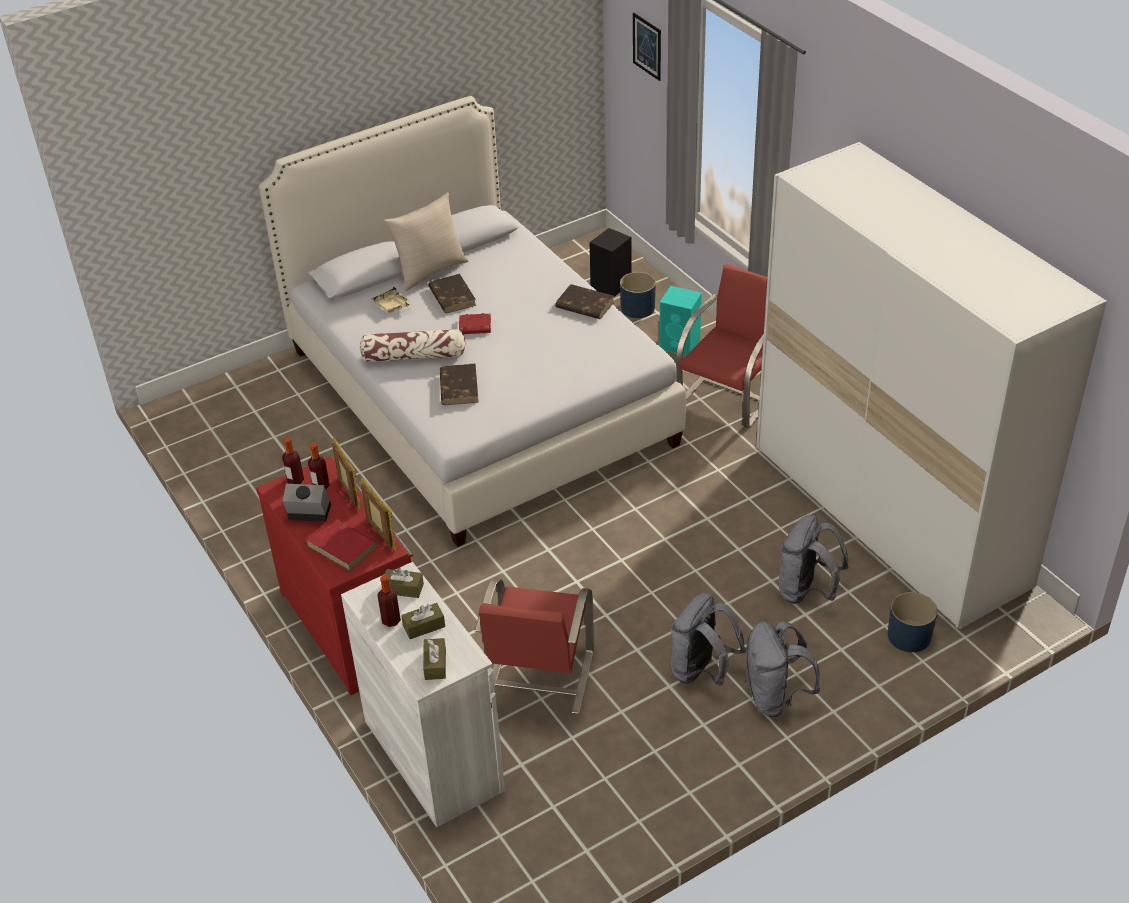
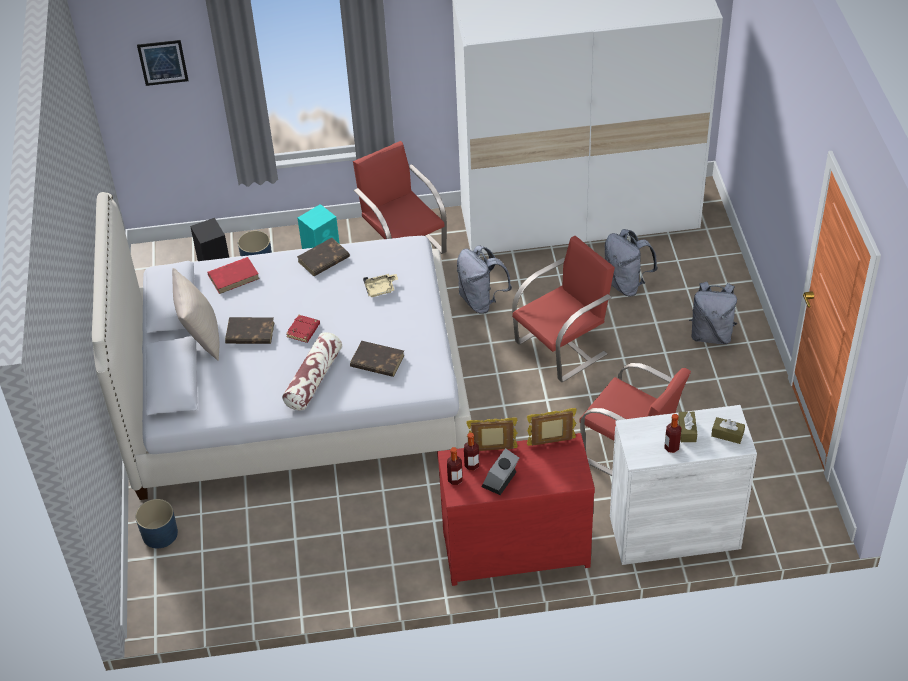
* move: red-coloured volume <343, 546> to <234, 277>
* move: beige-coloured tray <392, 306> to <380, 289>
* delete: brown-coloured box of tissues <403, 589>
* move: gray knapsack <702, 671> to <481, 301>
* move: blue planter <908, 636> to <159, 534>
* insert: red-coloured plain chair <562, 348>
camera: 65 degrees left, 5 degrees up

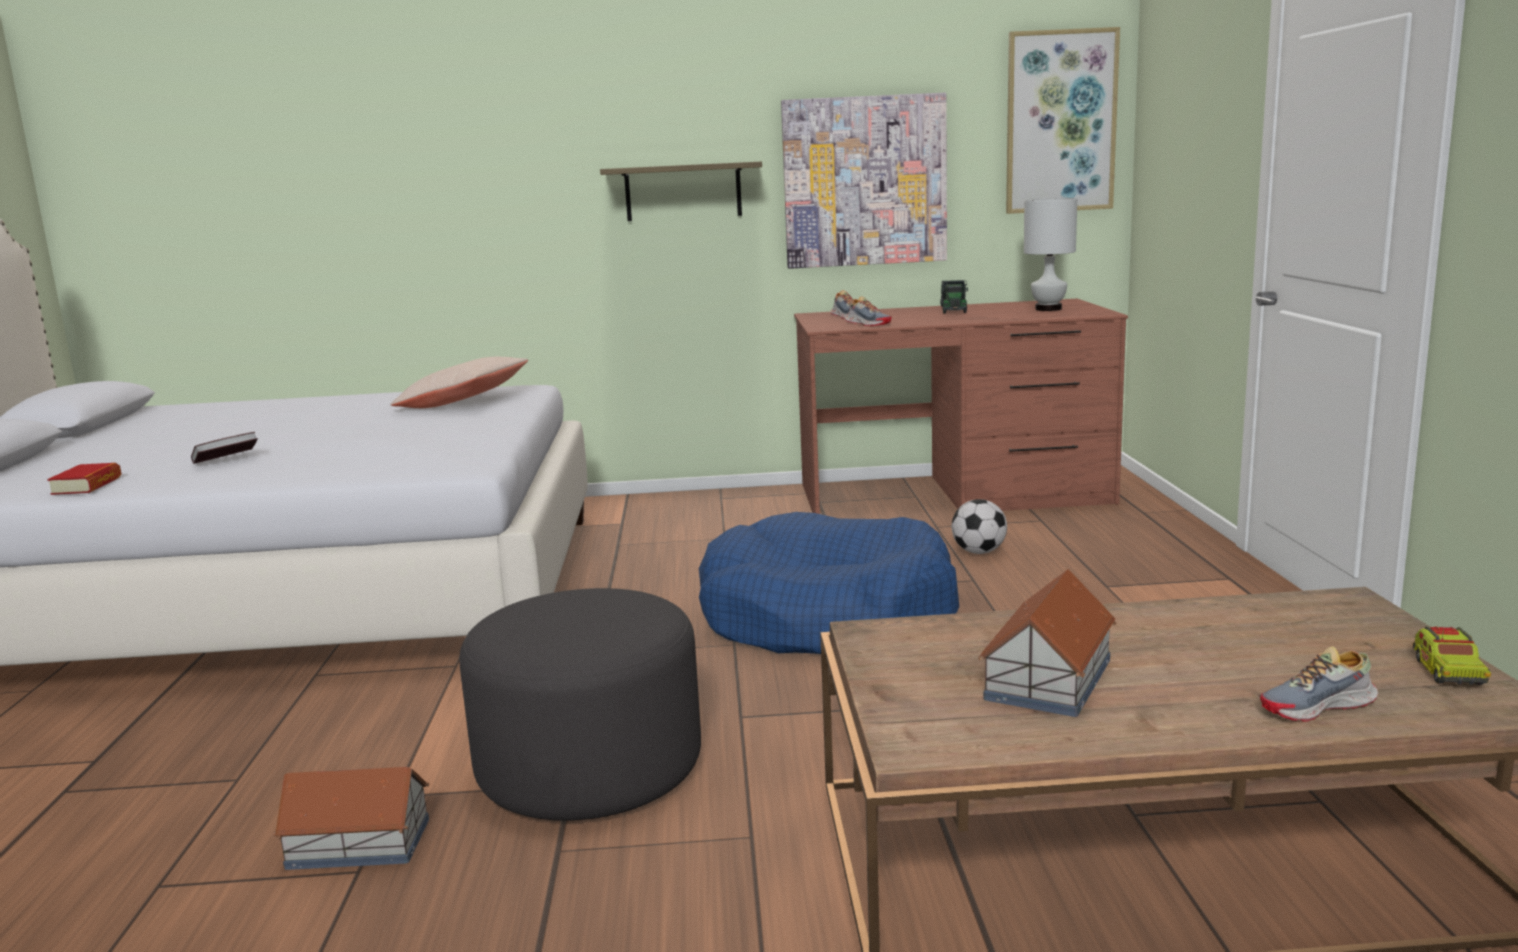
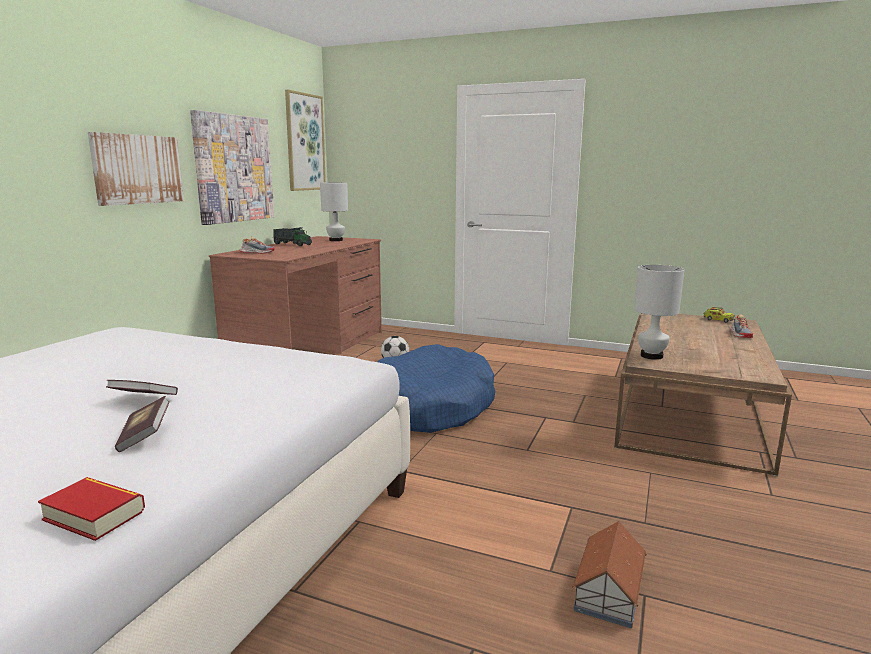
* delete: beige-coloured throw pillow <463, 403>
* delete: gray footrest <589, 769>
* replace: bracket shelf <683, 192> to wall art <137, 169>
* delete: low shoe <867, 324>
* delete: model house <1050, 678>
* insert: volume <144, 399>
* insert: white table lamp <651, 356>
camera: 65 degrees left, 0 degrees up

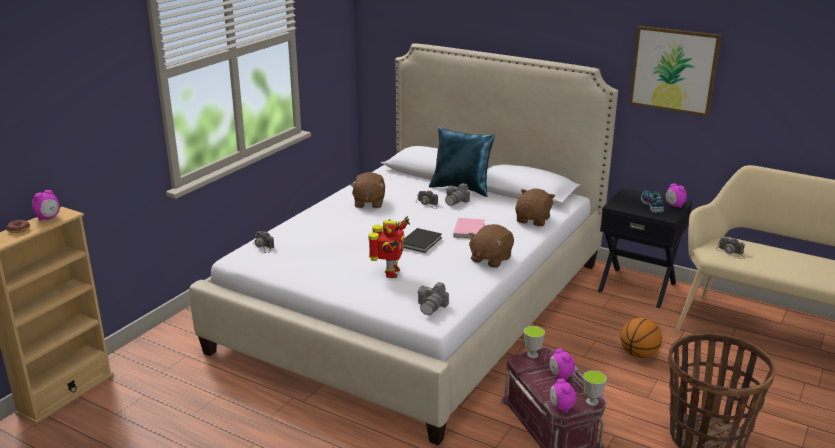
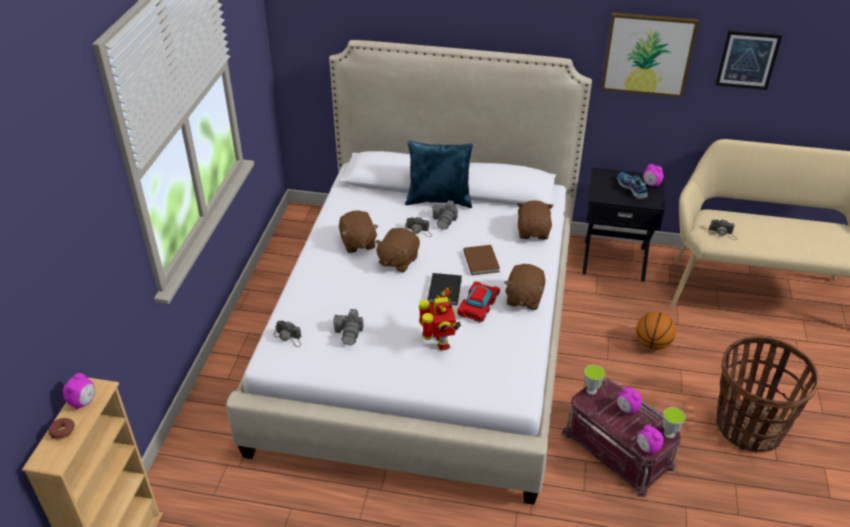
* move: still camera <432, 306> to <349, 333>
* recolor: pinkish volume <470, 230> to brown-coloured volume <481, 260>
* insert: brown-coloured plush toy <398, 261>
* insert: toy car <478, 305>
* insert: wall art <747, 60>
camera: 20 degrees left, 15 degrees up

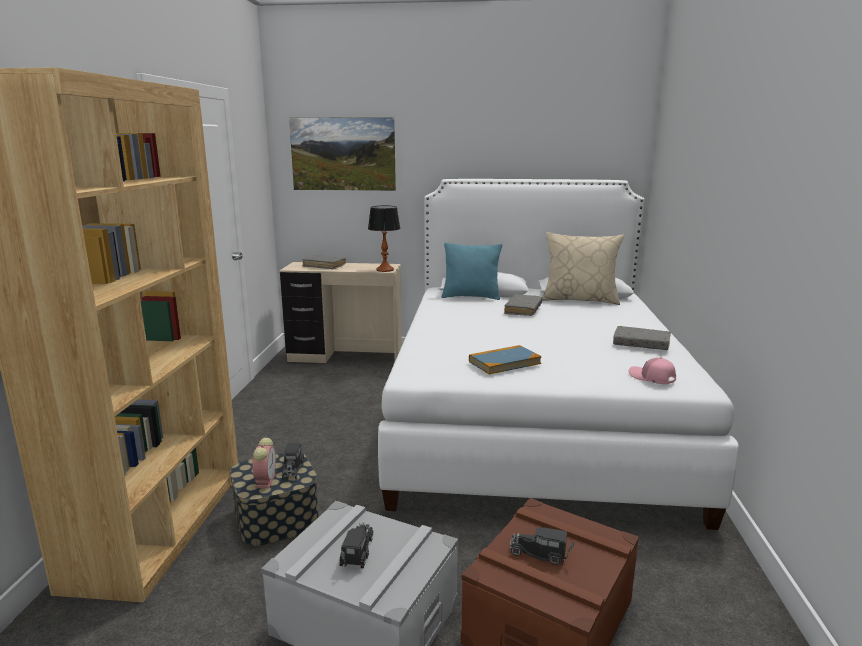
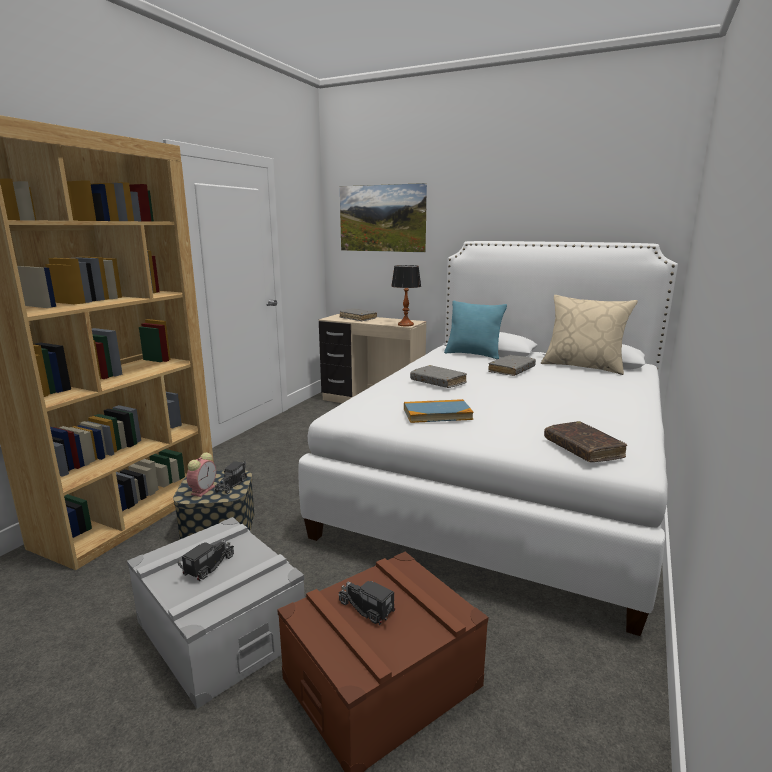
* move: gray volume <641, 344> to <438, 382>
* replace: pinkish peaked cap <651, 378> to brown-coloured volume <582, 449>
camera: 20 degrees right, 0 degrees up

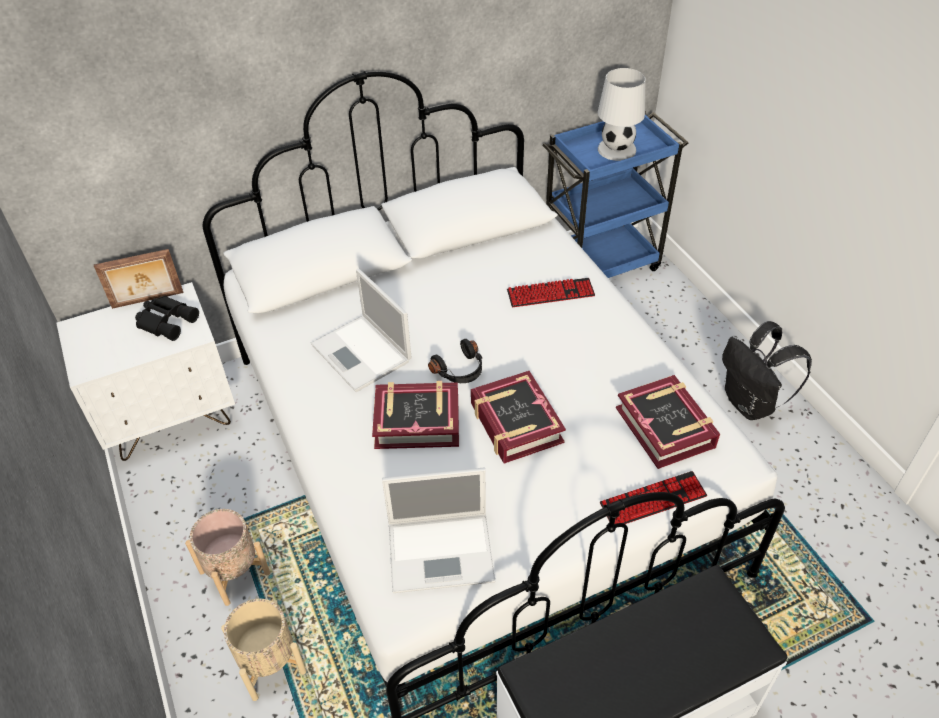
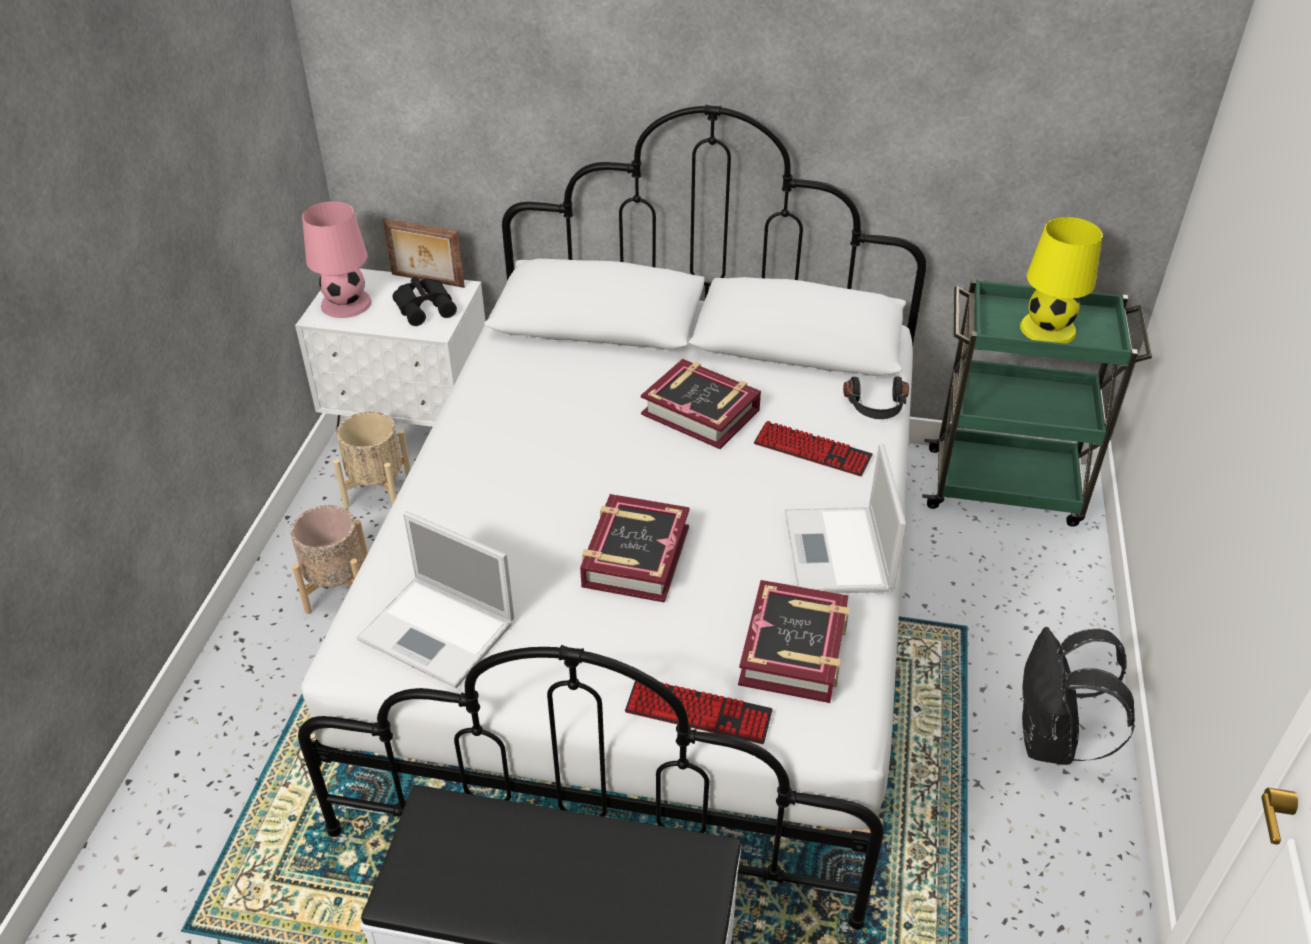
* move: beige-coloured planter <269, 663> to <378, 490>
* move: portable computer <362, 354> to <838, 553>
* move: volume <417, 421> to <701, 412>
* move: blackish pair of headphones <460, 371> to <876, 408>
* recolor: blue wheeled cart <601, 264> to green wheeled cart <1006, 487>
* recolor: white table lamp <616, 149> to yellow-coloured table lamp <1047, 328>
* insert: pinkish table lamp <345, 303>
camera: 35 degrees right, 5 degrees down

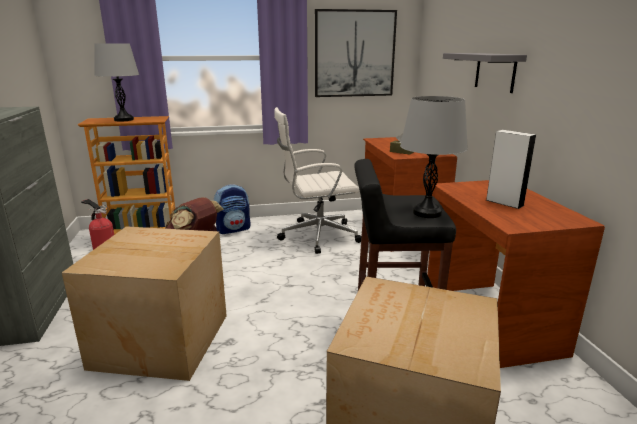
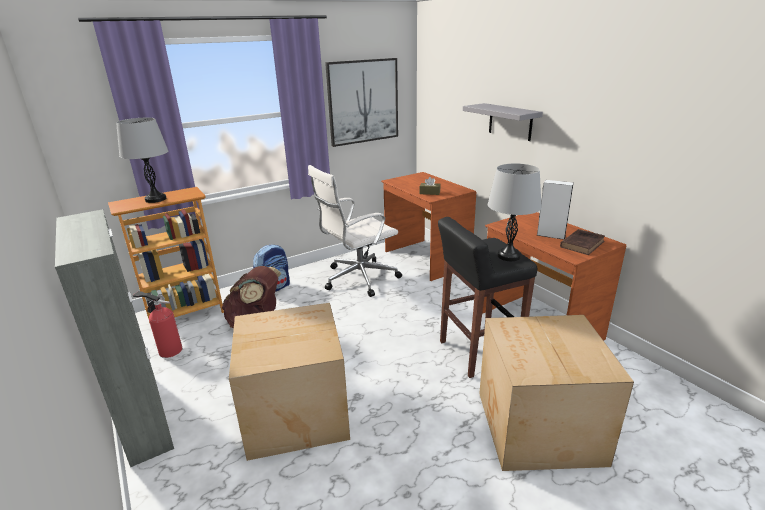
* insert: brown-coloured volume <582, 244>
camera: 20 degrees left, 5 degrees up

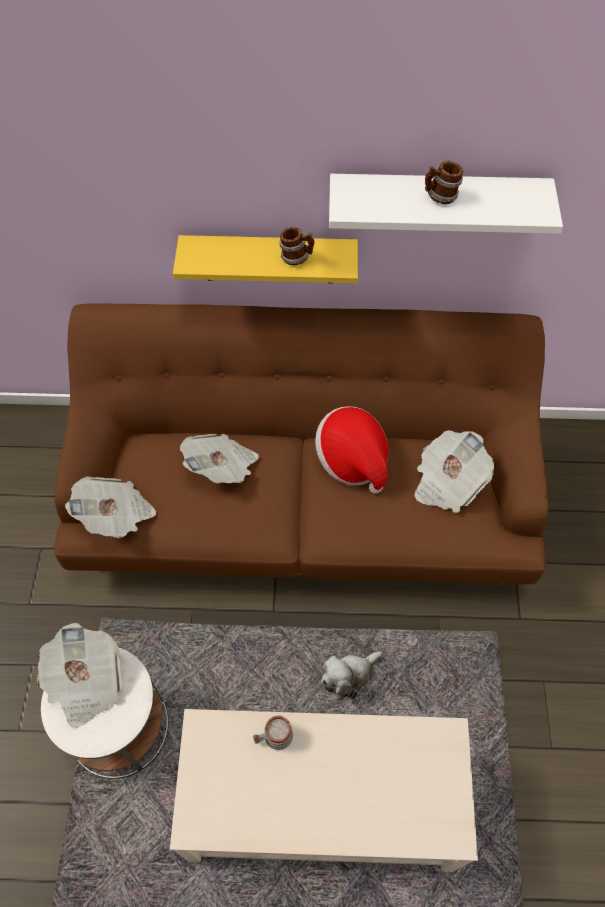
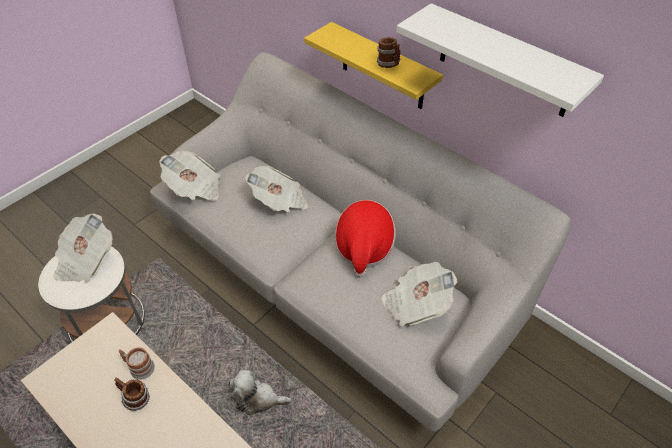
* recolor: brown-coloured sofa <302, 502> to gray sofa <336, 275>
* move: tea mug <440, 197> to <135, 399>
camera: 40 degrees right, 10 degrees down

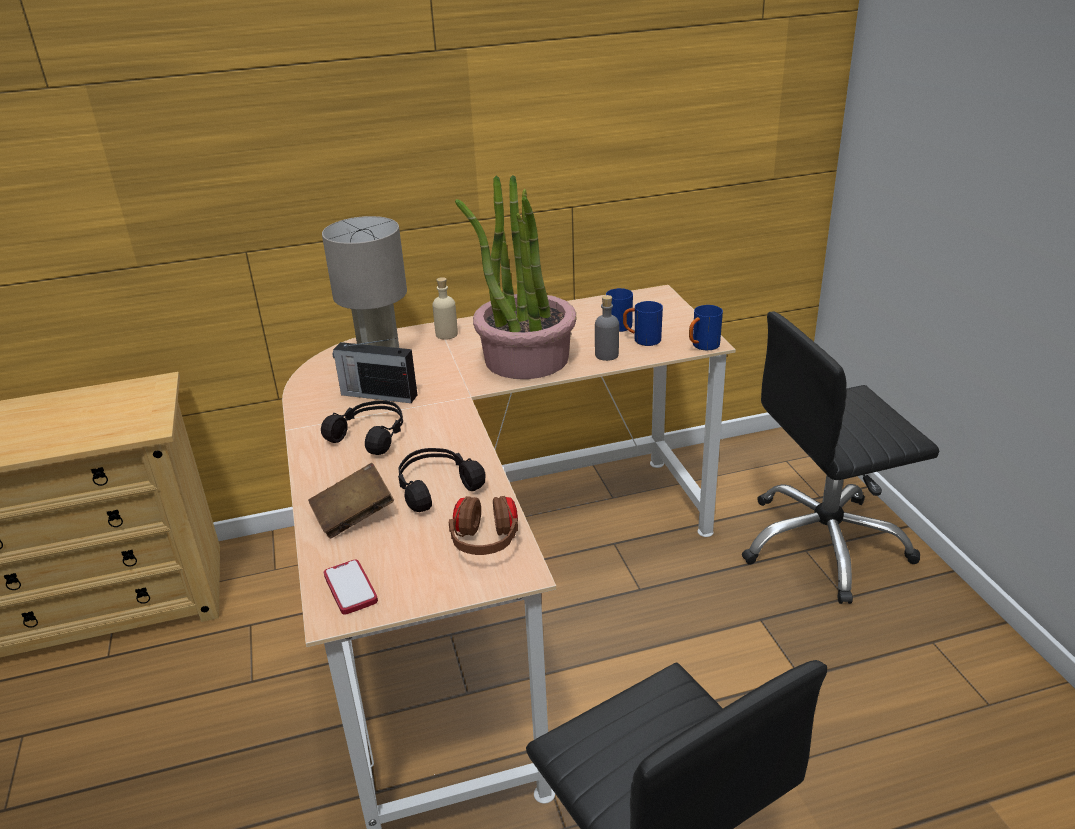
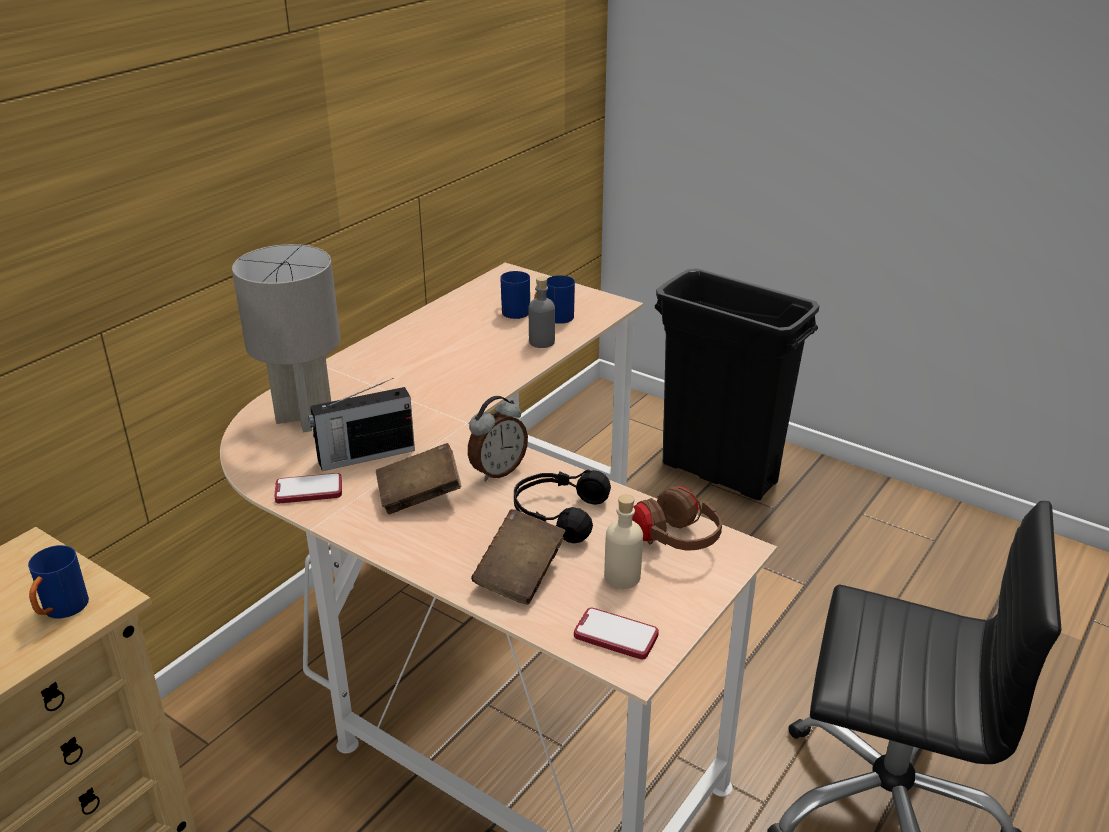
* replace: blackish pair of headphones <371, 435> to brown-coloured volume <419, 496>
* move: beige-coloured drink bottle <446, 334> to <622, 577>
* delete: plant in a pot <525, 359>
* move: blue tea mug <702, 346> to <61, 611>
* replace: blackish office chair <824, 544> to blackish trash can <718, 473>
* insert: handset <309, 490>
* insert: bedside clock <497, 471>
camera: 40 degrees left, 0 degrees up

